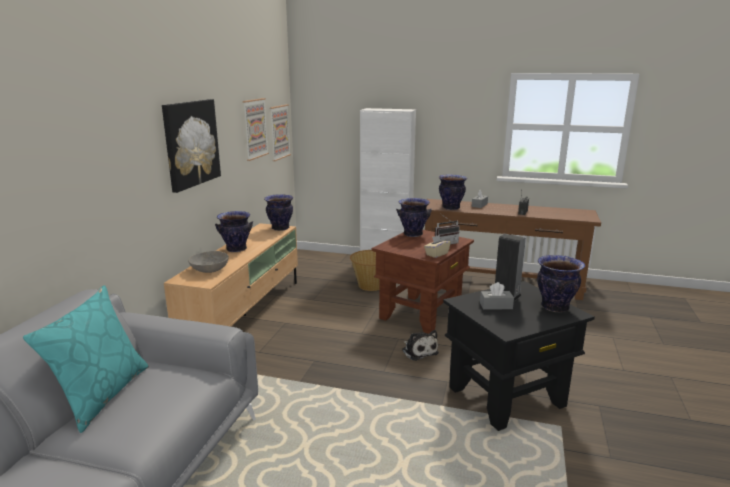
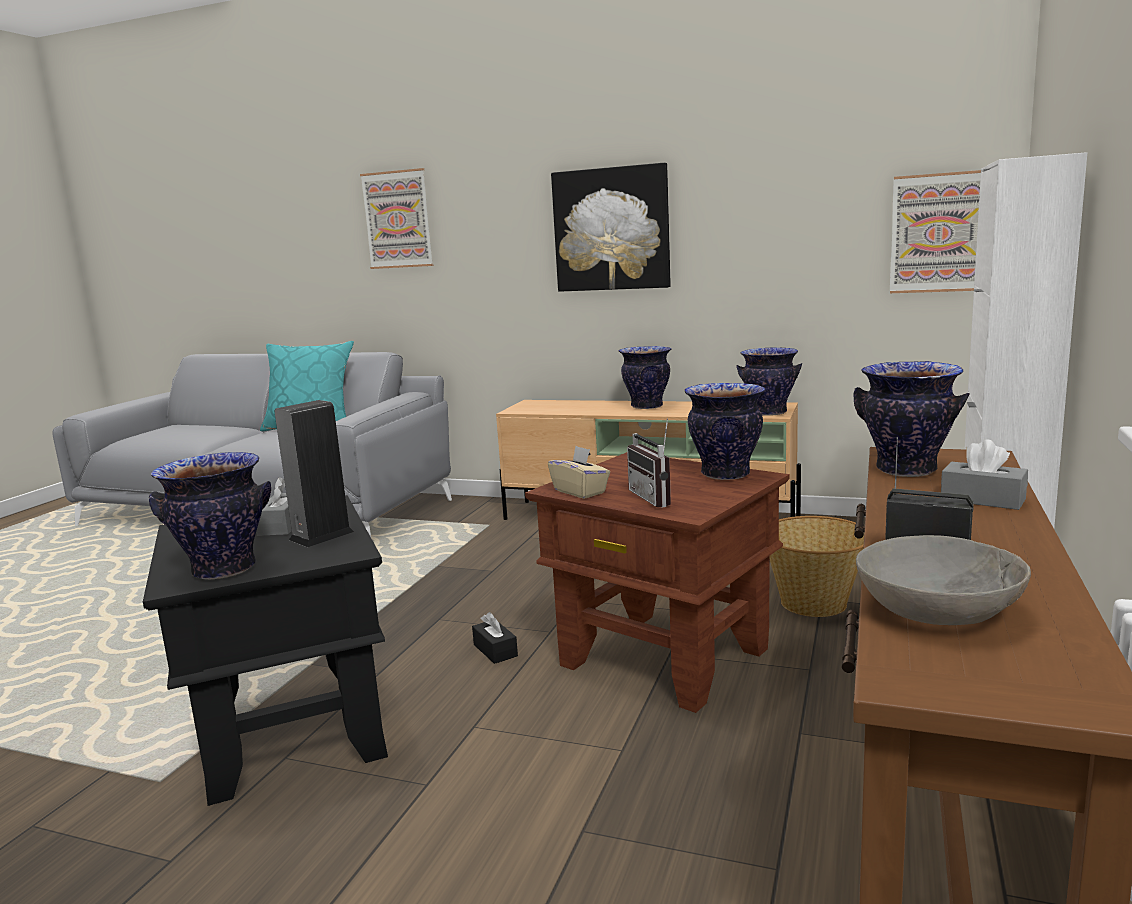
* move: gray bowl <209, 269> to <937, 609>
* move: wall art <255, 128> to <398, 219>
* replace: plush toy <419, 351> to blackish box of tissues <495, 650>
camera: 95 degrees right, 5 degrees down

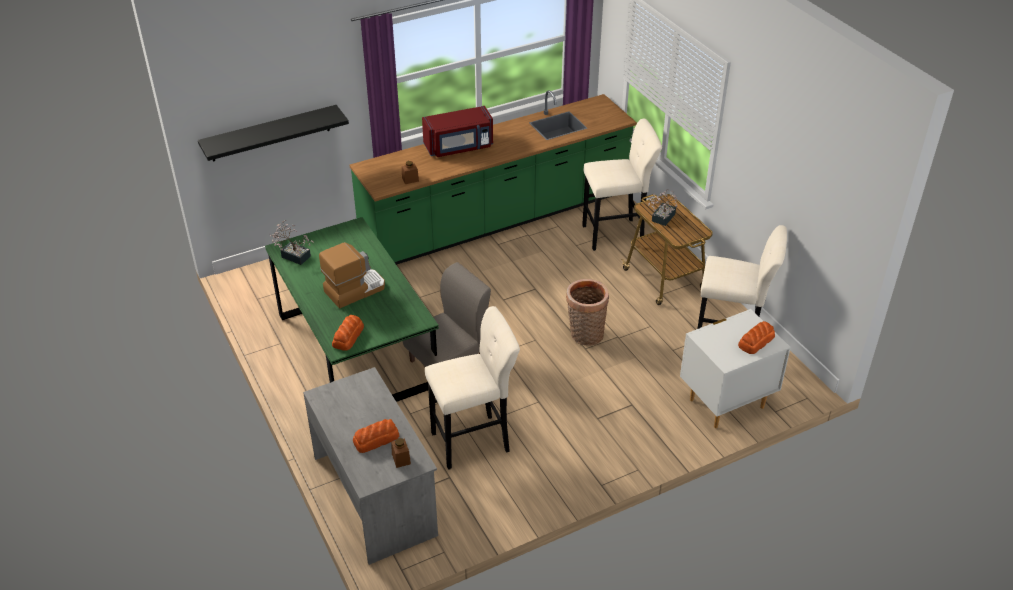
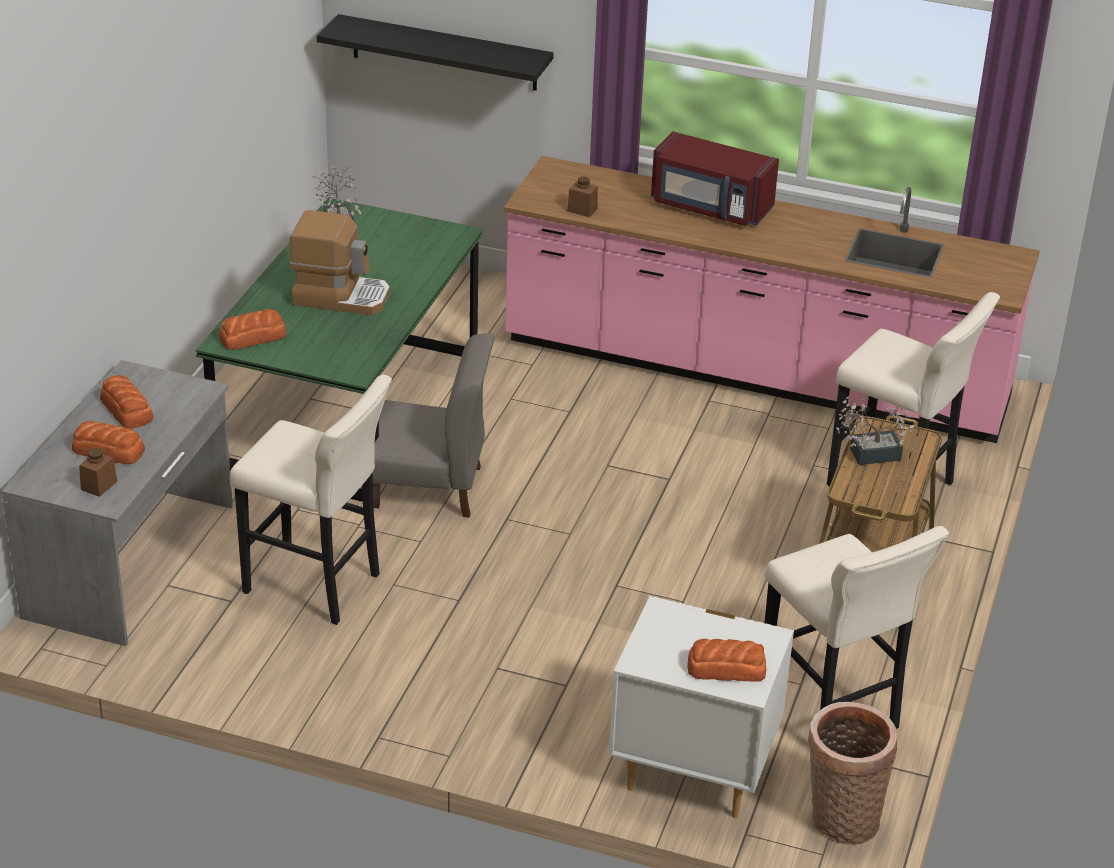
* recolor: green counter <497, 221> to pinkish counter <755, 373>
* move: basket <585, 335> to <840, 819>
* insert: bakery bread <126, 410>
camera: 45 degrees right, 5 degrees down

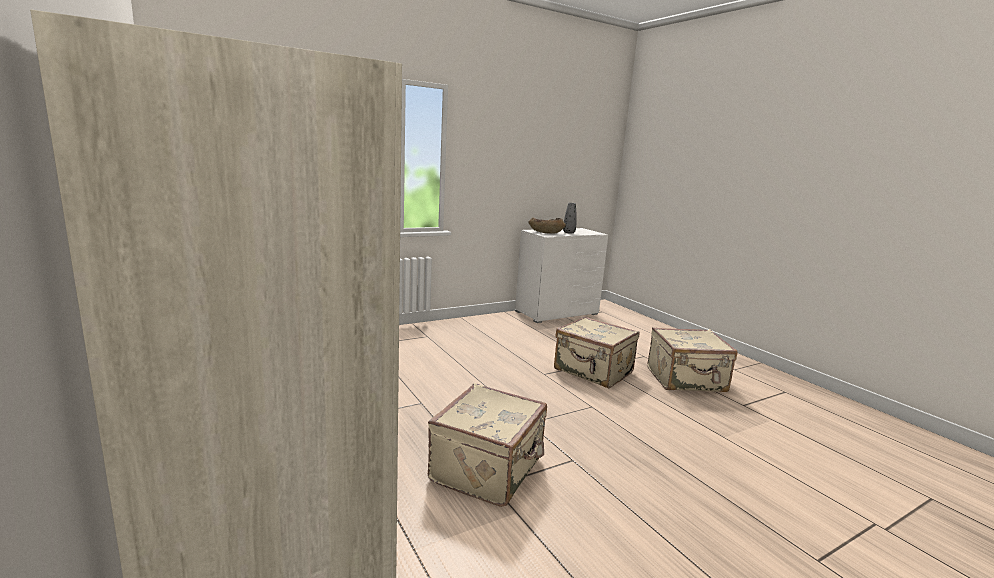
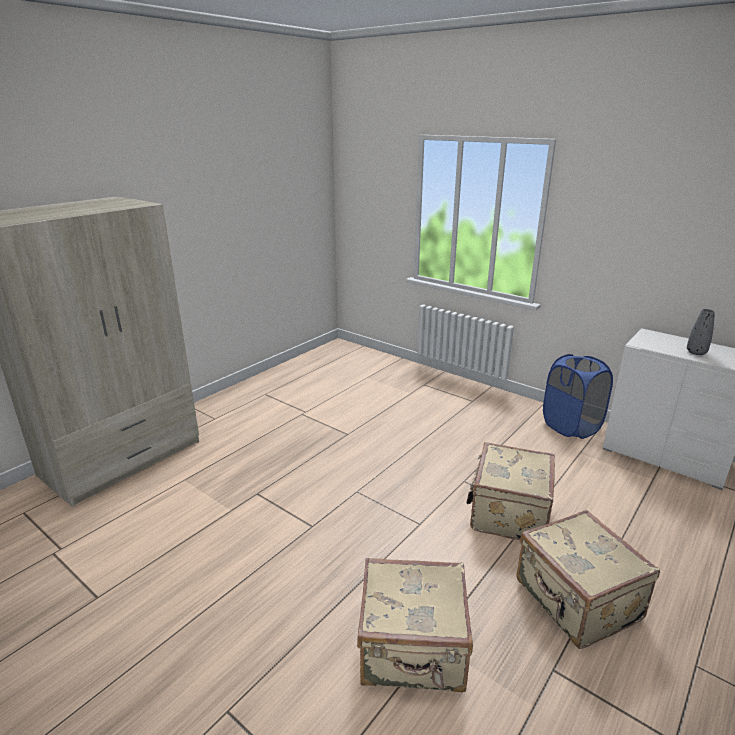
* move: beige-coloured travel case <489, 470> to <413, 650>
* delete: brown-coloured bowl <546, 232>
* insert: blue laundry basket <571, 426>
camera: 70 degrees right, 10 degrees up

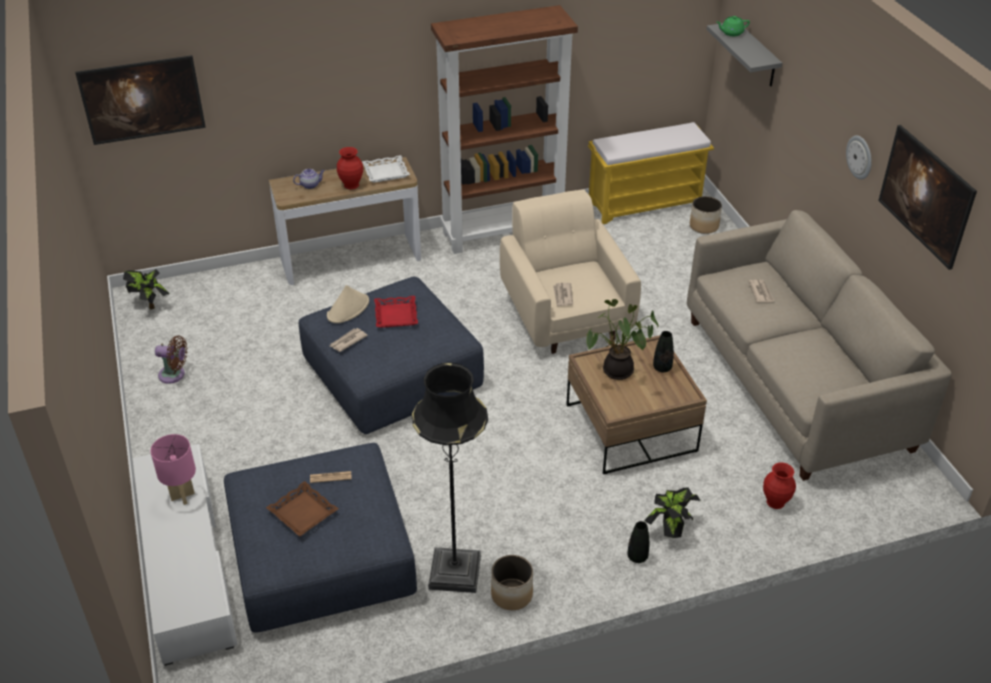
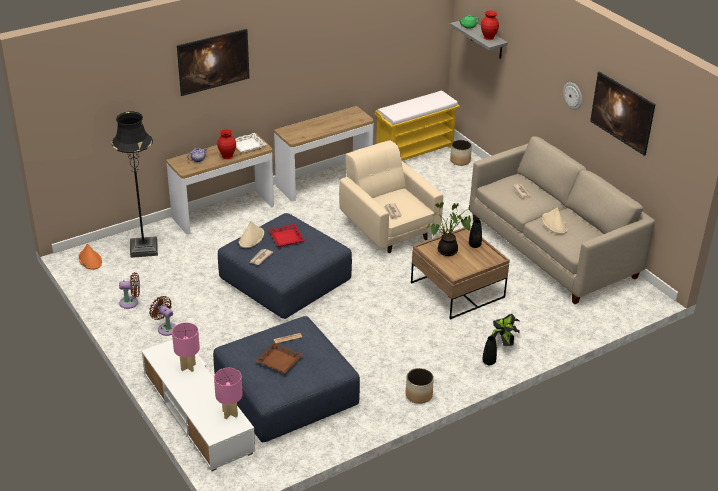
* move: wall art <146, 117> to <214, 74>
* replace: plant in a pot <151, 304> to orange-coloured wearable hat <90, 260>
* move: blackish standard lamp <455, 572> to <144, 248>
* replace: brown-coloured shelving unit <503, 232> to hall table <324, 181>
* move: red-coloured decorative vase <775, 501> to <488, 37>
* insert: brown-coloured fan <166, 328>
* insert: pinkish table lamp <229, 413>
* insert: beige-coloured wearable hat <554, 224>
camera: 15 degrees left, 5 degrees down

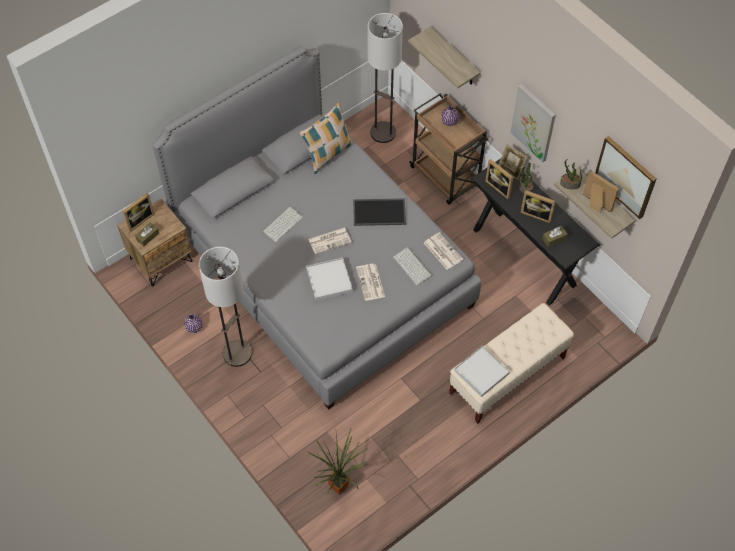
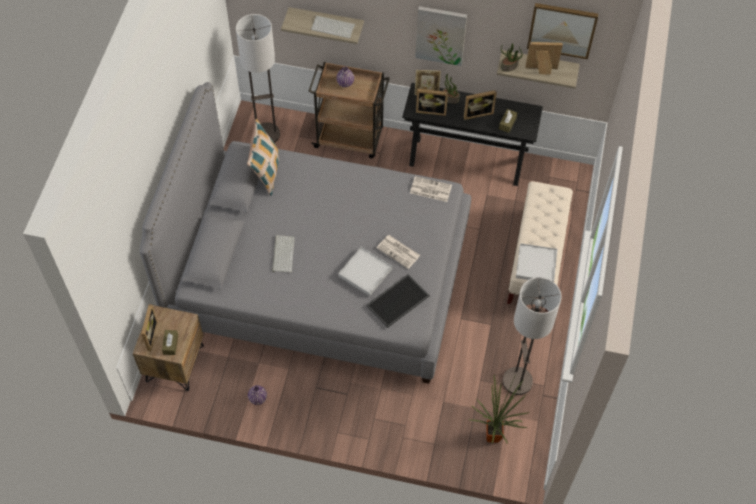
* move: standard lamp <237, 353> to <517, 381>
* delete: daily paper <330, 240>
* move: tray <379, 211> to <397, 300>
* move: computer keyboard <413, 266> to <333, 27>
camera: 40 degrees left, 0 degrees up

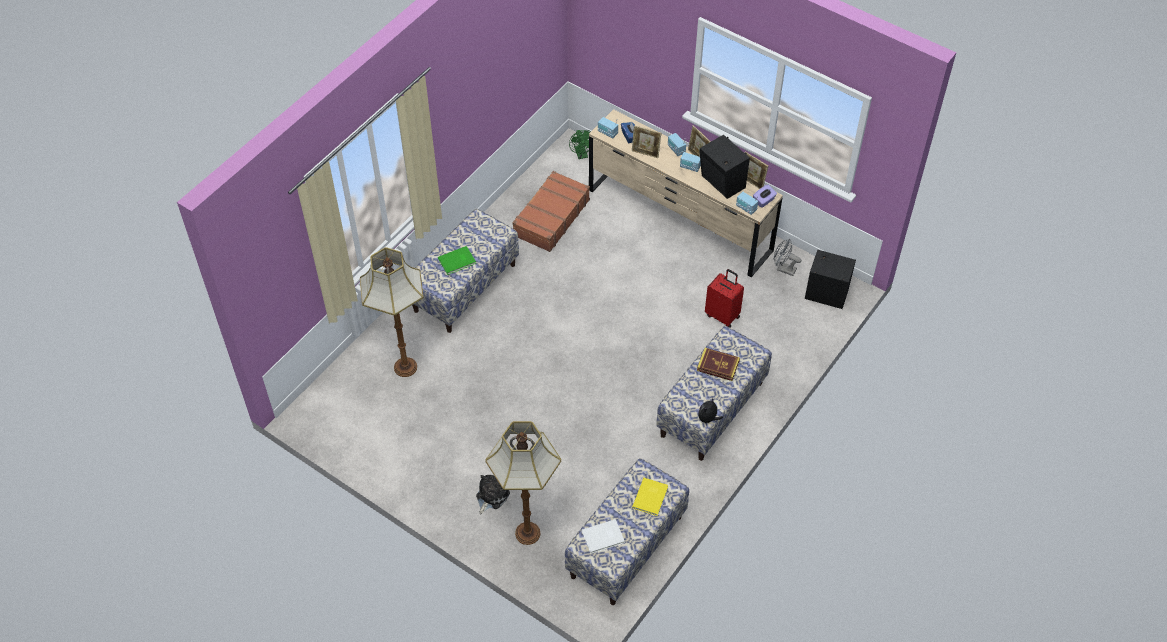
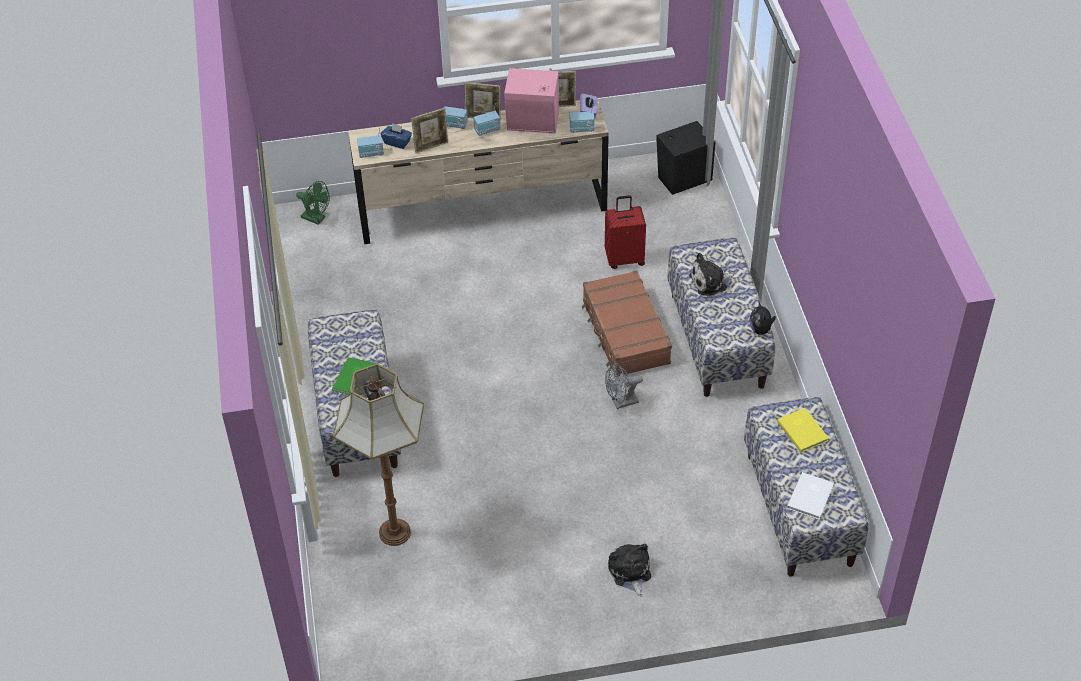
* delete: standard lamp <528, 534>
* move: brown-coloured travel case <551, 218> to <625, 333>
* replace: volume <718, 365> to plush toy <710, 282>
* recolor: blackish speaker <722, 183> to pinkish speaker <533, 123>
* move: gray fan <783, 269> to <621, 402>
camera: 45 degrees left, 5 degrees down

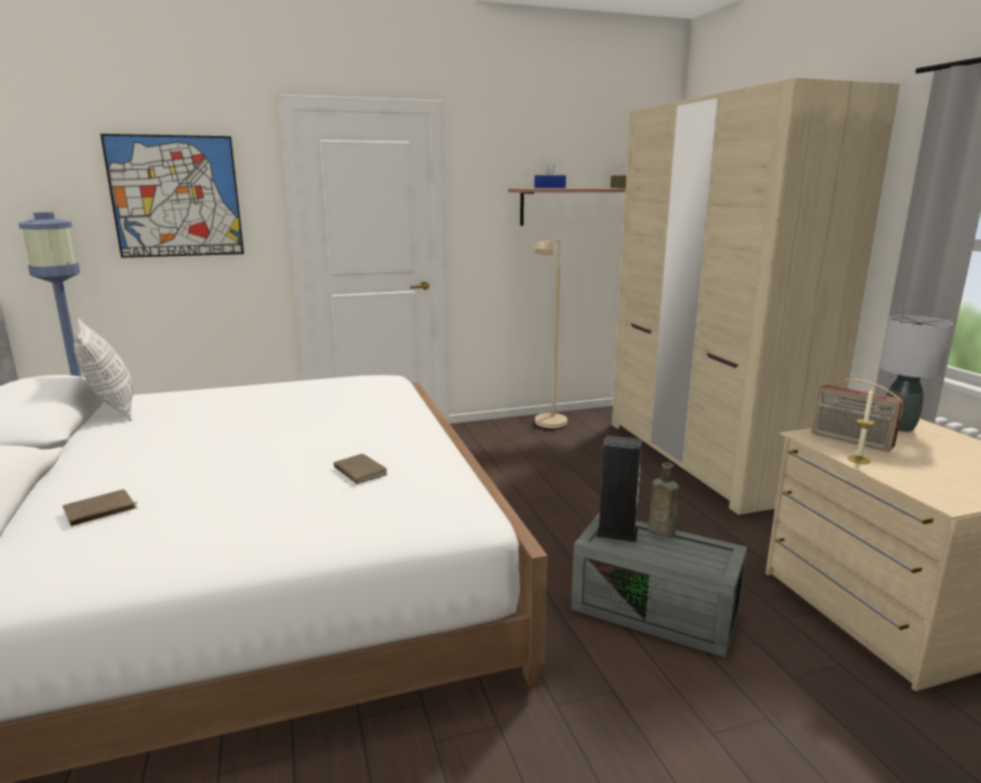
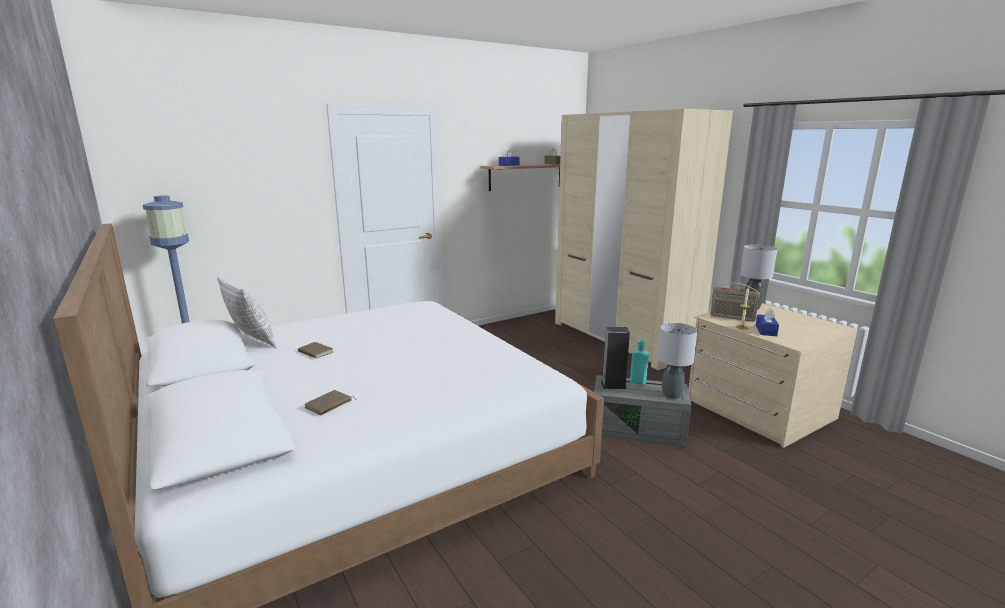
* delete: wall art <176, 197>
* move: brown-coloured volume <358, 472> to <314, 352>
* delete: beige-coloured standard lamp <548, 426>
* recolor: brown-coloured drink bottle <659, 532> to blue-green drink bottle <636, 382>
* insert: gray table lamp <671, 395>
* insert: blue box of tissues <766, 330>
camera: 15 degrees left, 0 degrees up

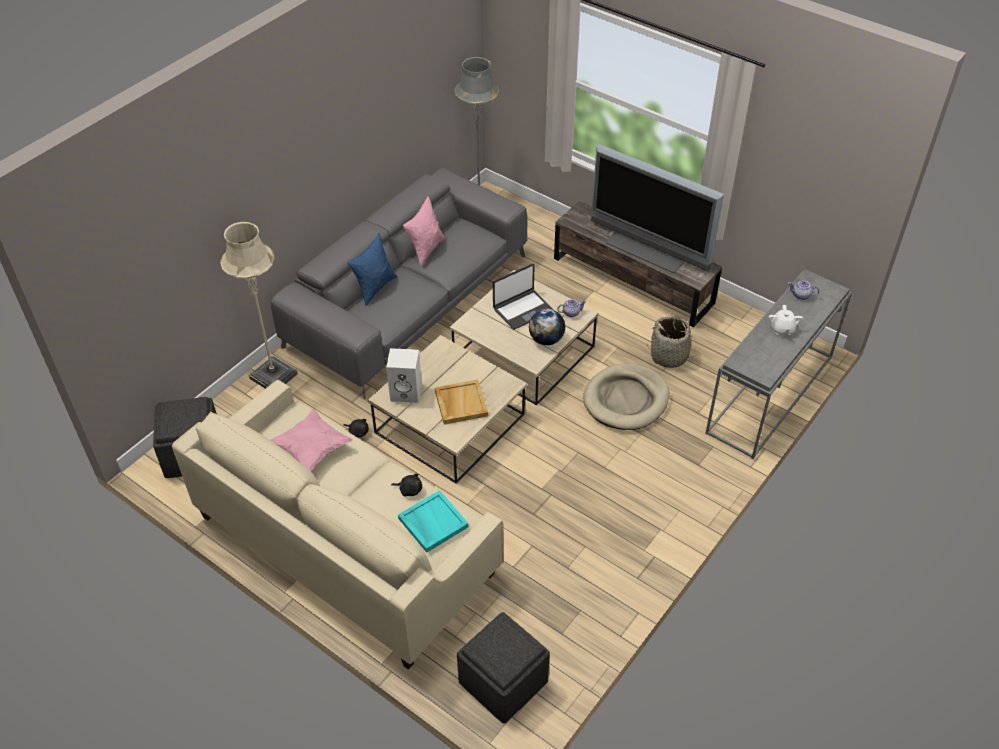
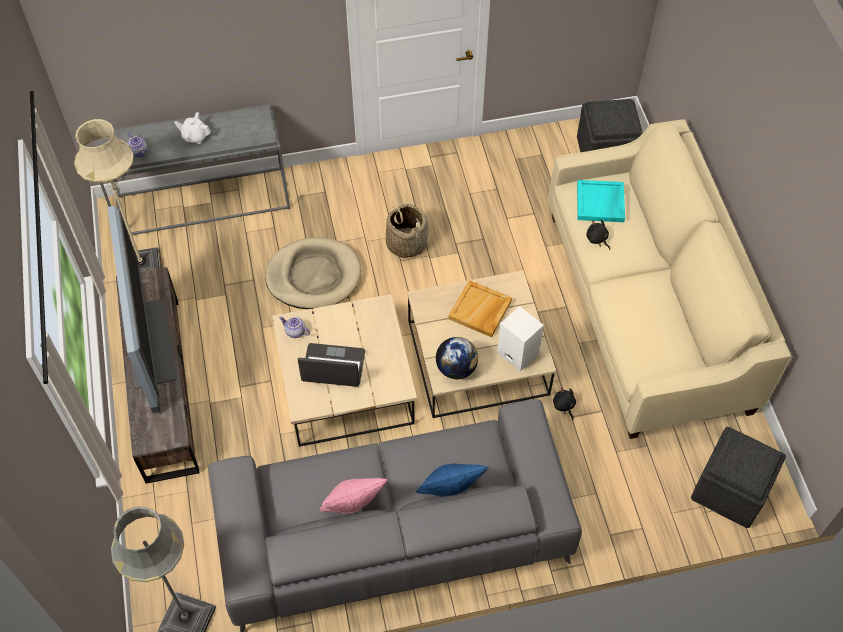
* move: beige-coloured standard lamp <273, 376> to <142, 267>
* delete: pinkish throw pillow <312, 450>
* move: world globe <546, 339> to <456, 368>
* move: basket <669, 356> to <406, 243>
* rotate: white tea pot <782, 329> = <195, 136> 120 degrees counterclockwise
camera: 140 degrees left, 10 degrees up

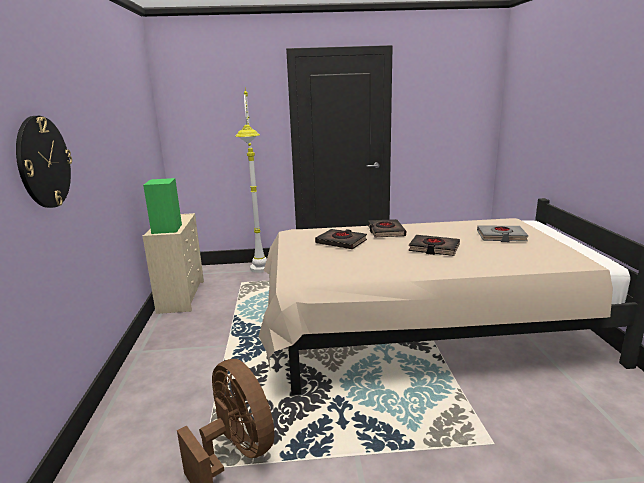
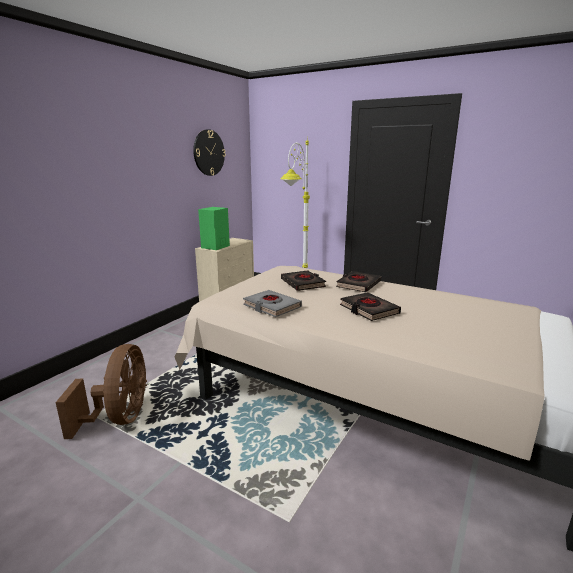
* move: clock on the wall <43, 162> to <209, 153>
* move: gray volume <501, 237> to <272, 306>
camera: 35 degrees right, 0 degrees up

